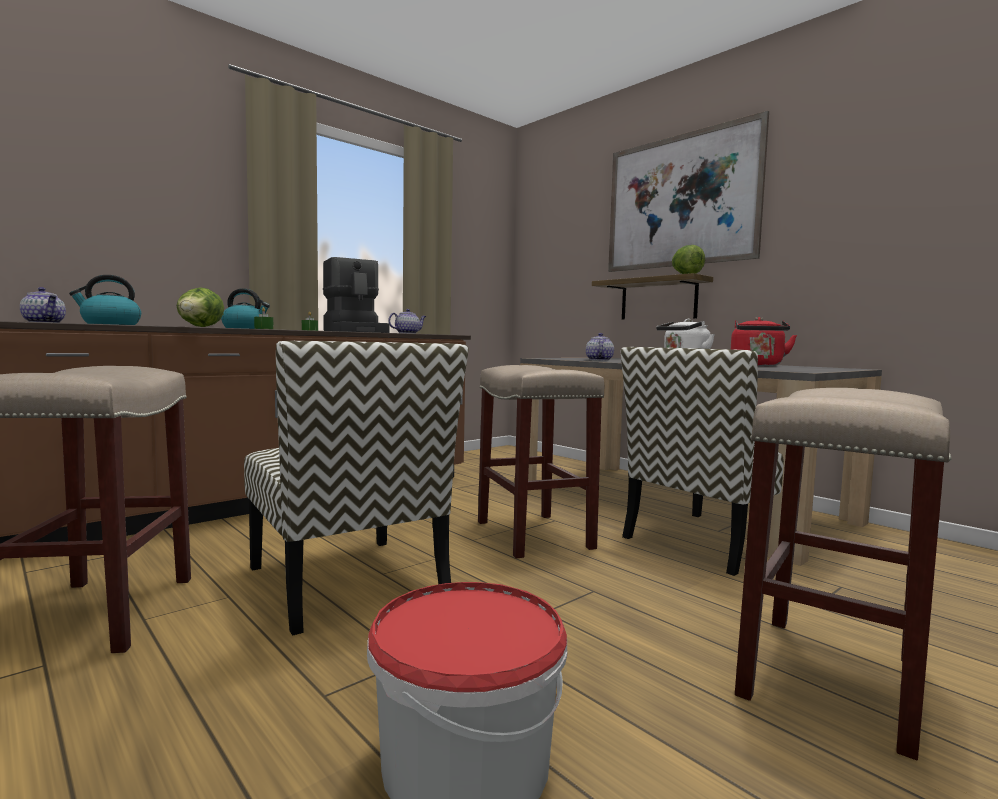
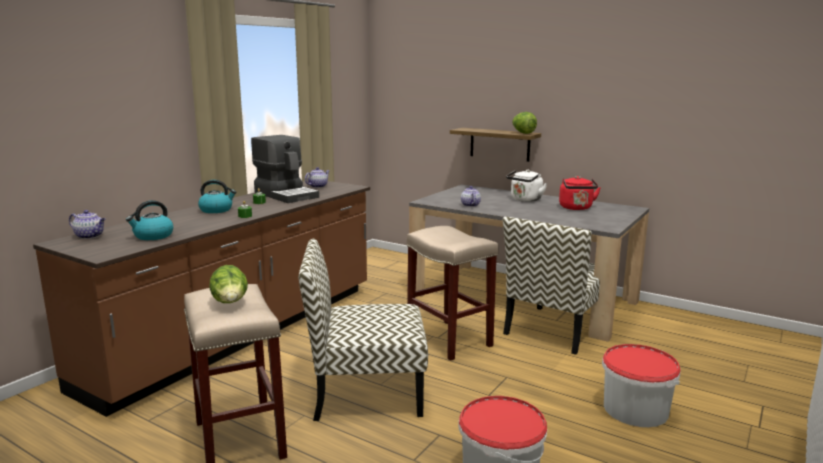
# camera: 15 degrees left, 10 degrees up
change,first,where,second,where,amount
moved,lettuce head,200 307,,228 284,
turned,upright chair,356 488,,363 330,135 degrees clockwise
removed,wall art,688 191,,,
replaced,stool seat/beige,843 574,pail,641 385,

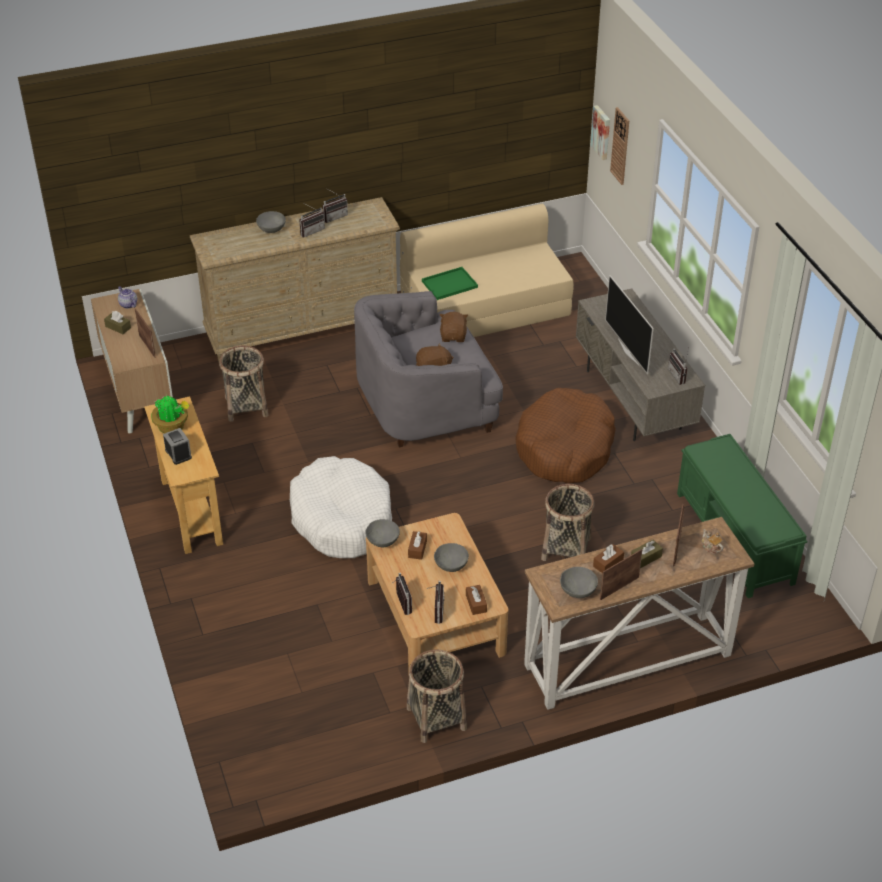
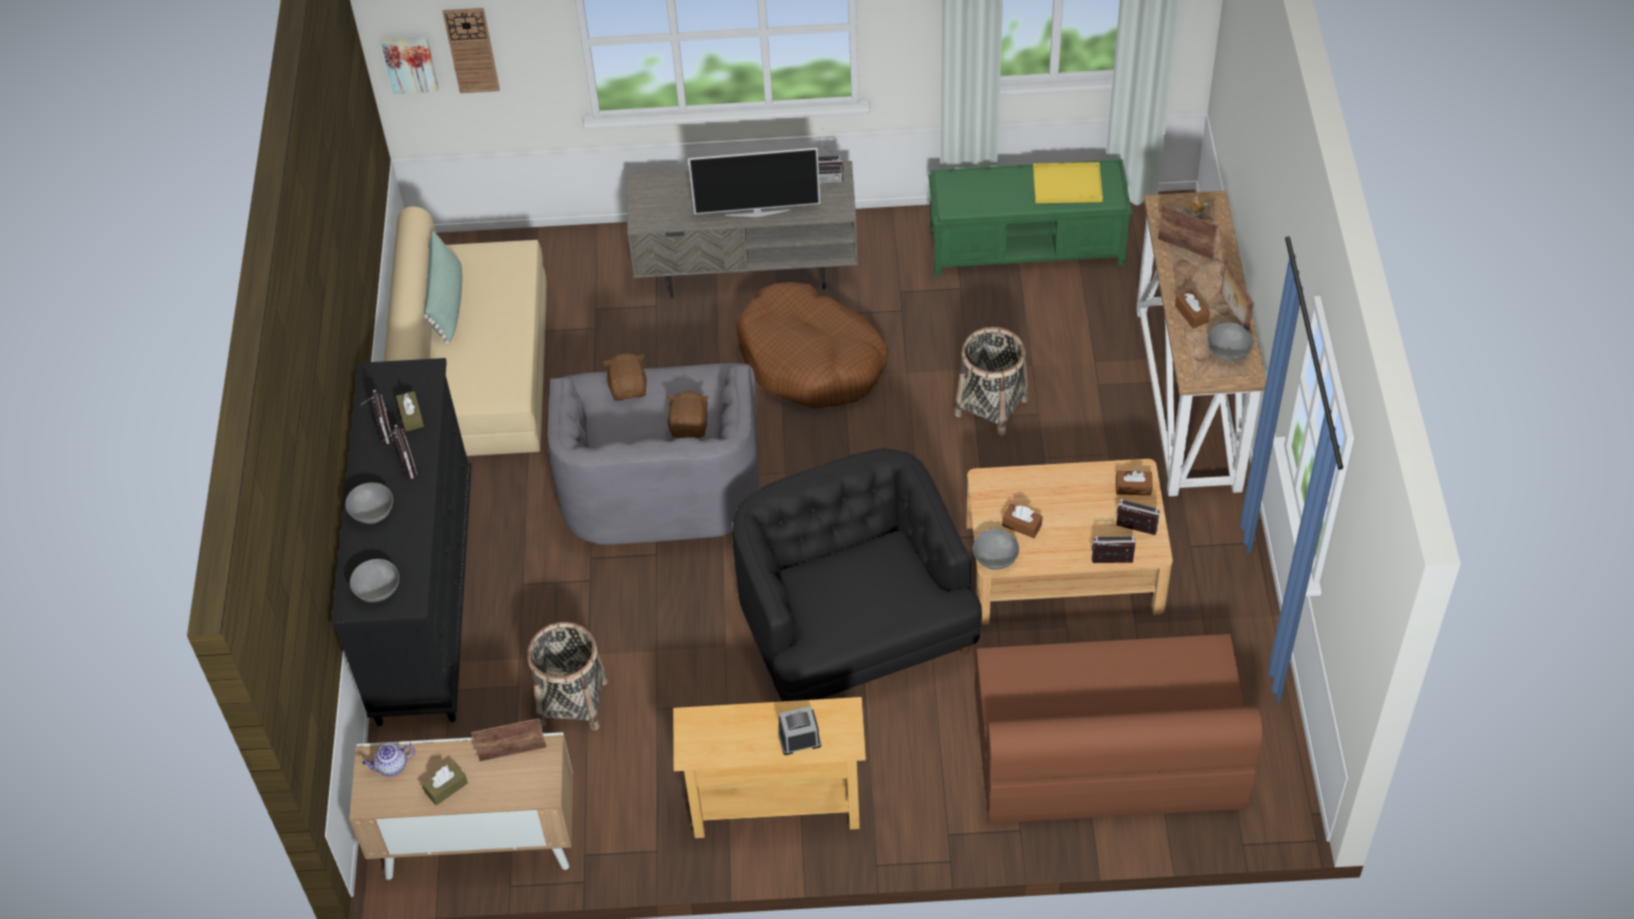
# camera: 70 degrees left, 10 degrees up
change,first,where,second,where,amount
removed,houseplant,170 414,,,
recoloured,dresser/beige,295 279,dresser/black-coloured,402 542,
replaced,dog bed/whitish,341 507,easy chair/black-coloured,857 574,
removed,basket,437 696,,,
removed,carrying tray/green,450 283,,,
moved,deep dish/grey,451 557,,374 580,
turned,cuddly toy/brown,454 327,,625 377,60 degrees clockwise
moved,box of tissues/brown,647 554,,410 411,
added,,,cushion/green,443 288,
added,,,settee/brown,1119 728,
added,,,carrying tray/yellow-coloured,1068 182,

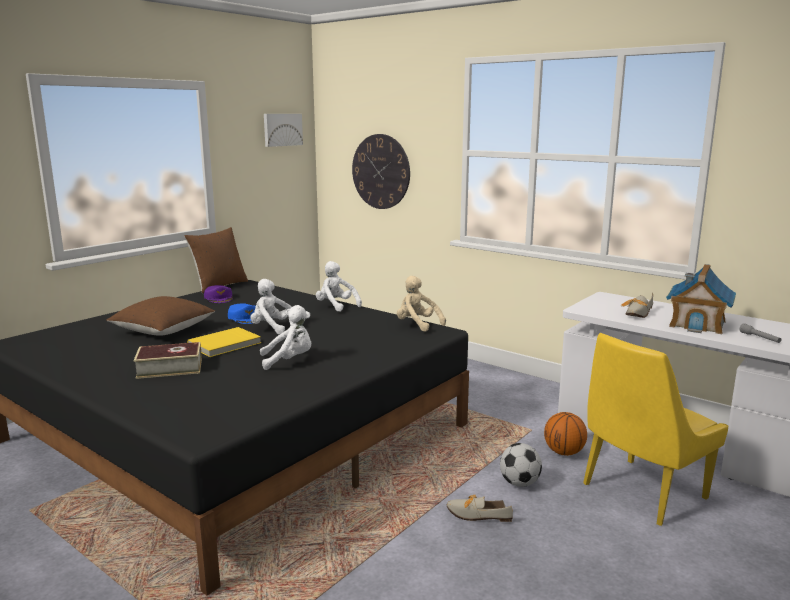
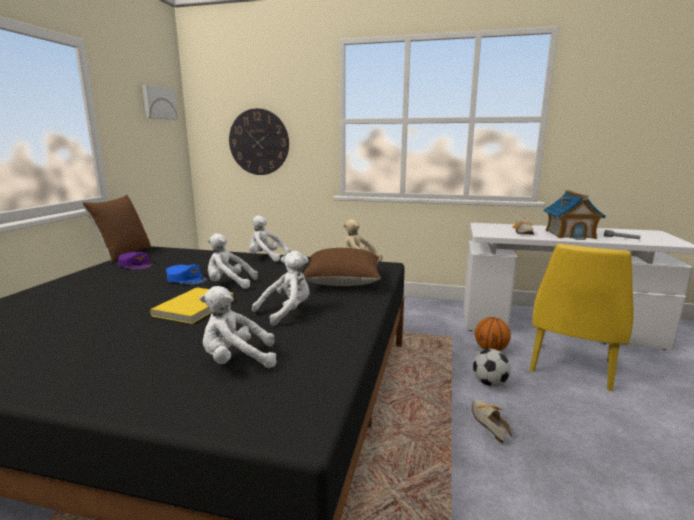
# camera: 25 degrees left, 0 degrees up
change,first,where,second,where,amount
moved,cushion/brown,160 316,,342 267,
removed,bound book,168 360,,,
turned,shoe,480 508,,492 421,90 degrees clockwise
added,,,cuddly toy/whitish,238 327,

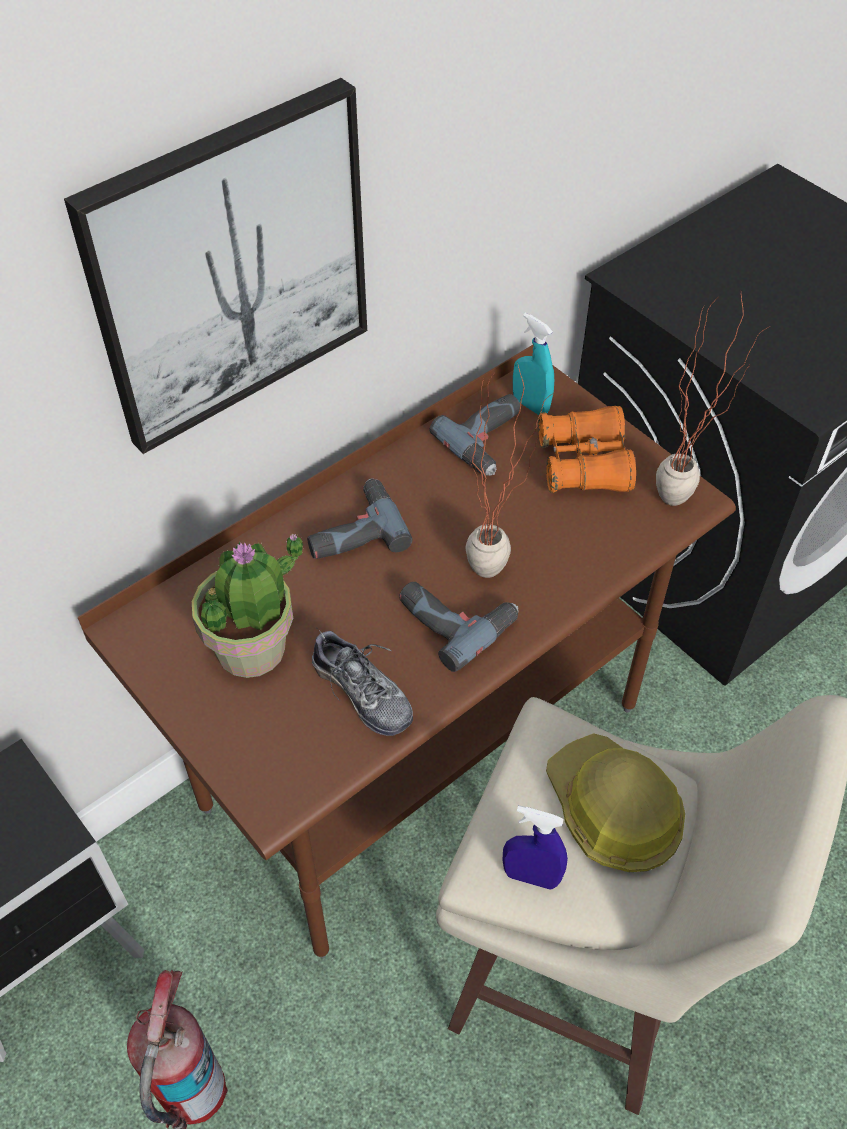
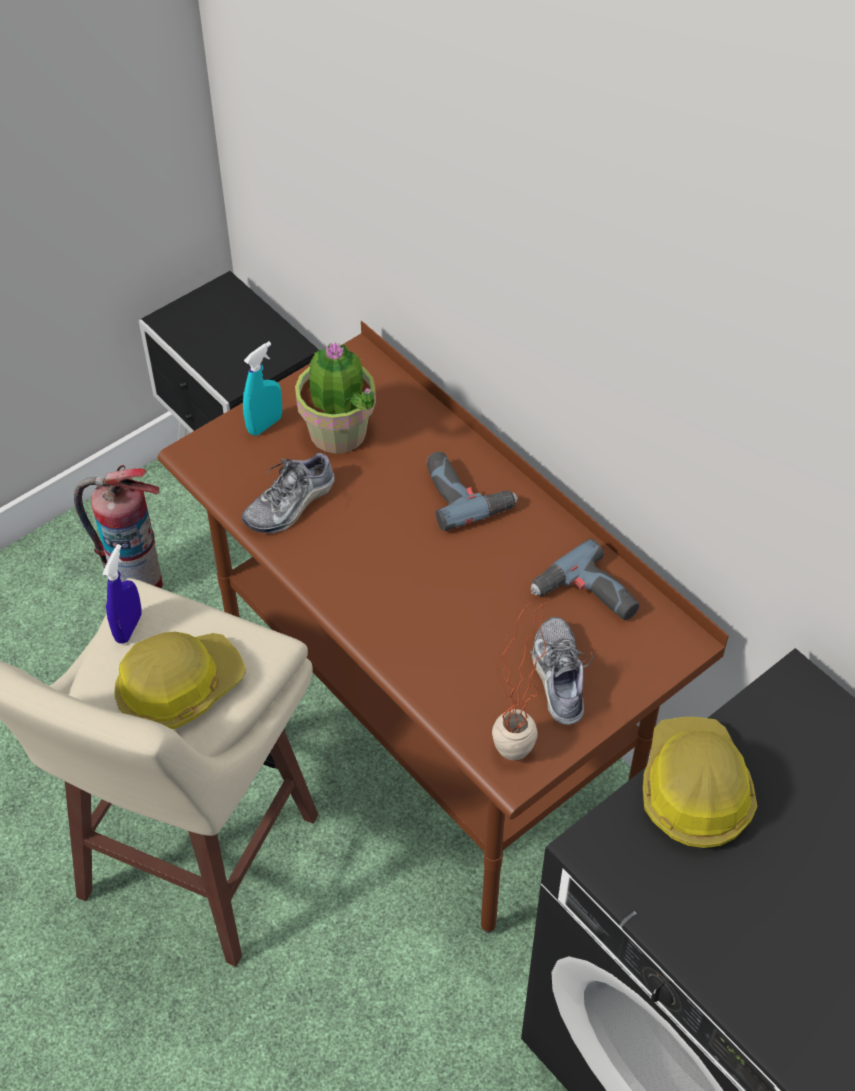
# camera: 90 degrees right, 0 degrees up
change,first,where,second,where,amount
removed,wall art,215 266,,,
removed,electric drill,459 627,,,
removed,houseplant,510 471,,,
moved,sprayer/blue-green,533 364,,262 388,
replaced,field glasses/orange-coloured,587 449,shoe,561 671,
added,,,work helmet,700 782,

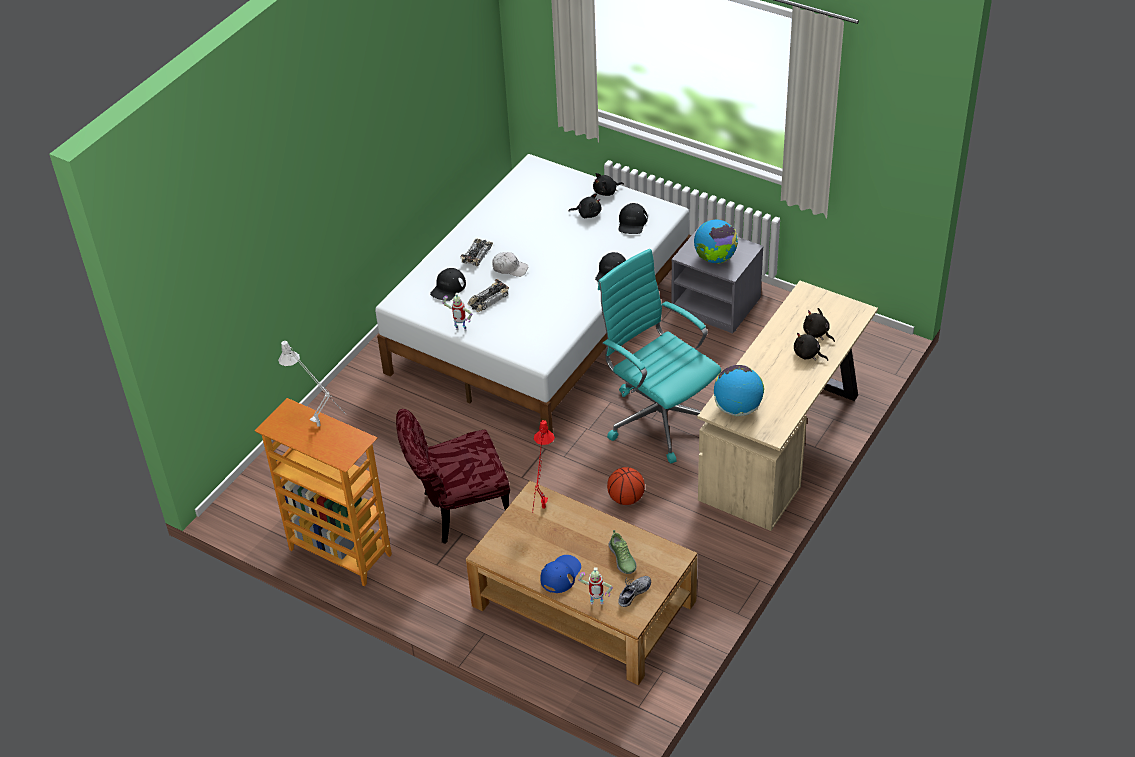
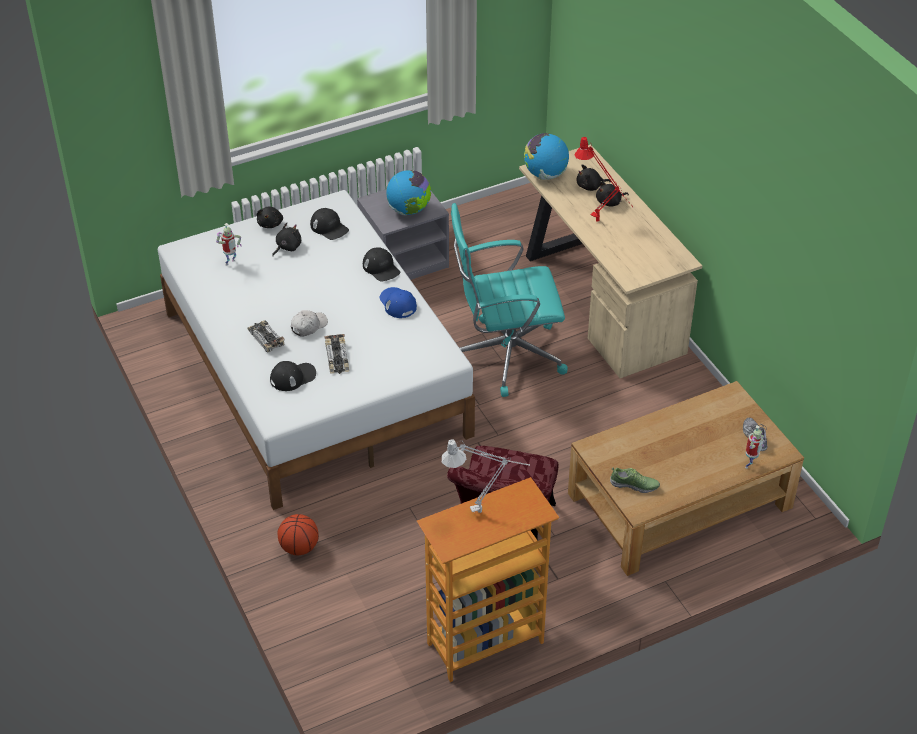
# camera: 60 degrees left, 0 degrees up
change,first,where,second,where,amount
turned,peaked cap/black-coloured,448 284,,293 376,90 degrees counterclockwise
moved,model robot,457 312,,229 244,
moved,table lamp/reddish,543 466,,603 179,
moved,peaked cap/bluish,560 574,,398 302,
moved,basketball ball,626 486,,298 535,
moved,shoe,622 552,,635 480,
moved,globe,739 390,,546 156,

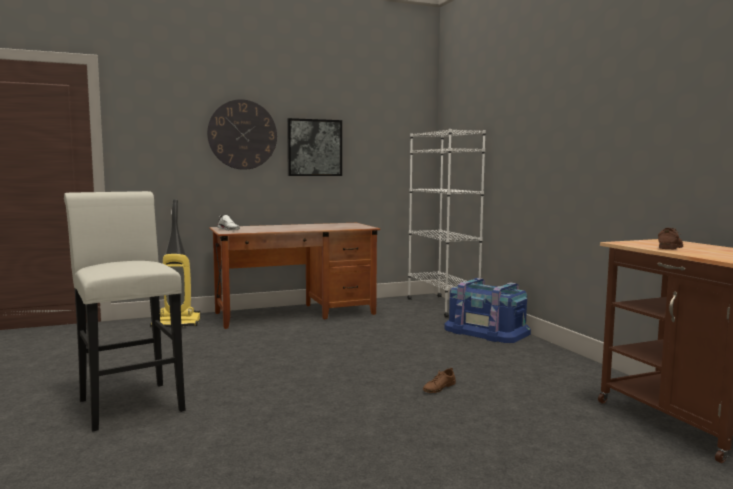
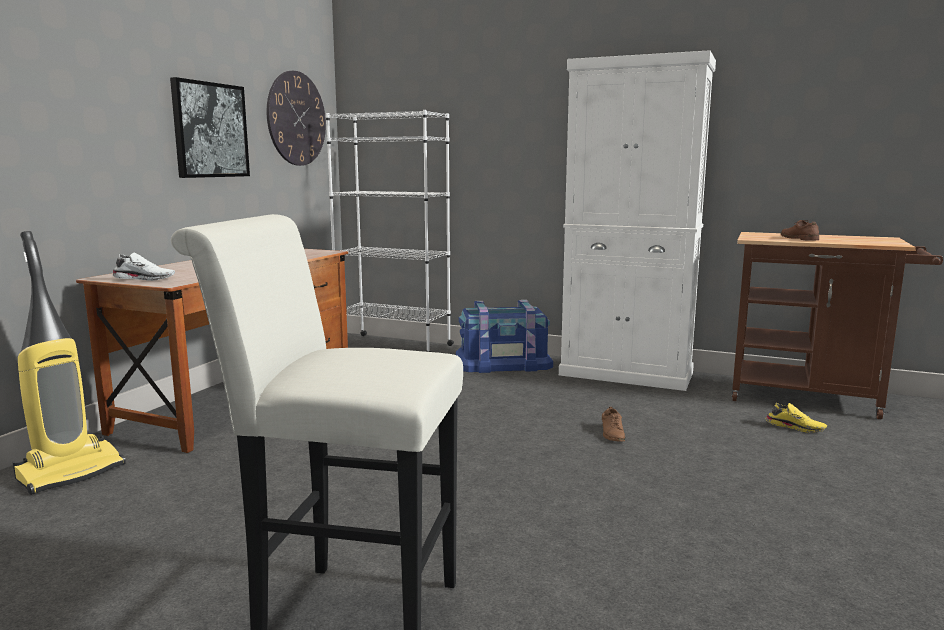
# camera: 45 degrees left, 5 degrees up
change,first,where,second,where,amount
moved,hanging clock,242 134,,296 118,
added,,,cabinet/whitish,637 220,
added,,,shoe/yellow-coloured,796 418,

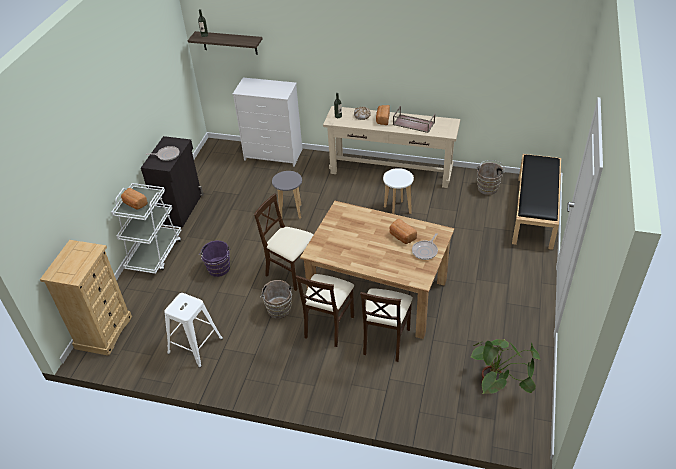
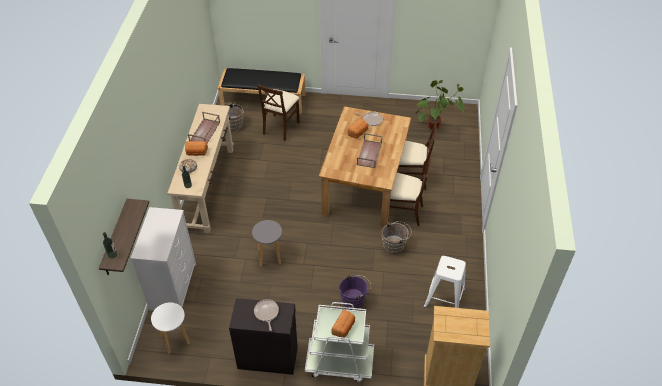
# camera: 100 degrees left, 5 degrees up
change,first,where,second,where,amount
moved,upright chair/beige,284 242,,278 112,
moved,stool seat/whitish,398 191,,170 328,
added,,,carrying tray/brown,369 150,

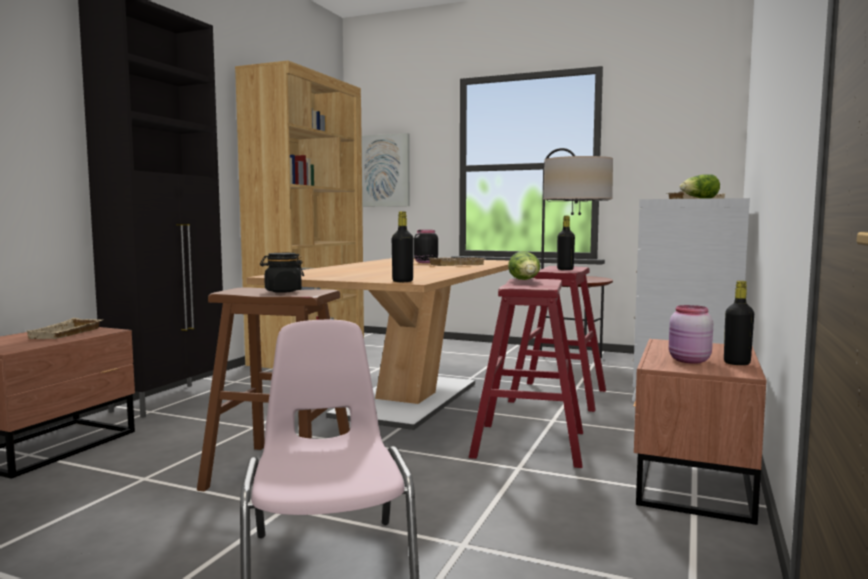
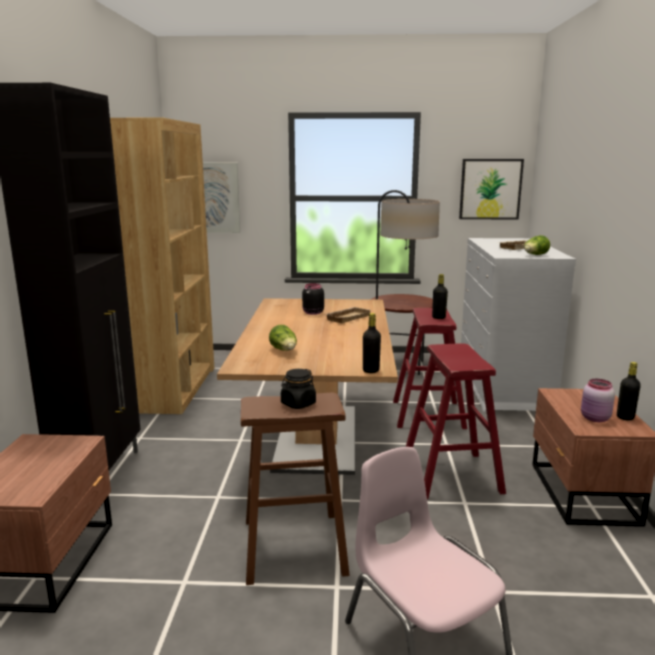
# camera: 20 degrees left, 10 degrees up
change,first,where,second,where,amount
removed,carrying tray/beige,64 328,,,
moved,lettuce head,524 265,,283 338,
added,,,wall art,491 189,

